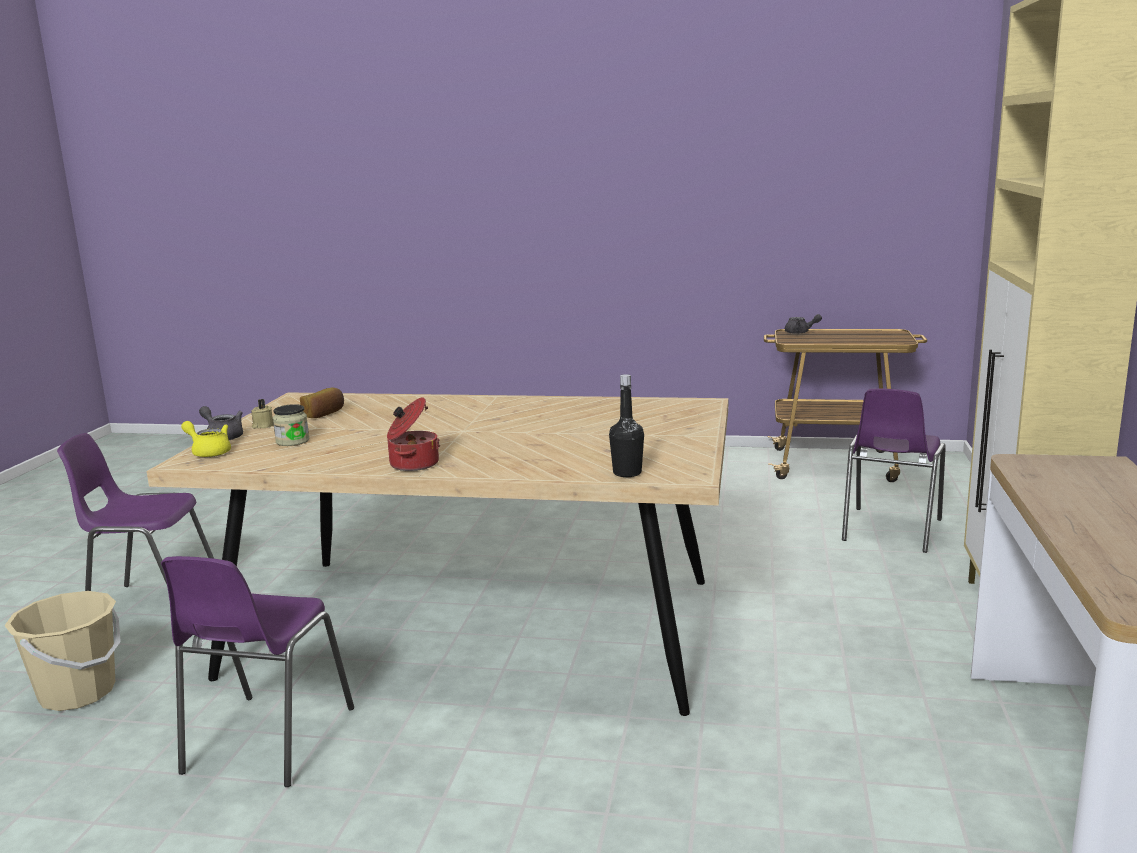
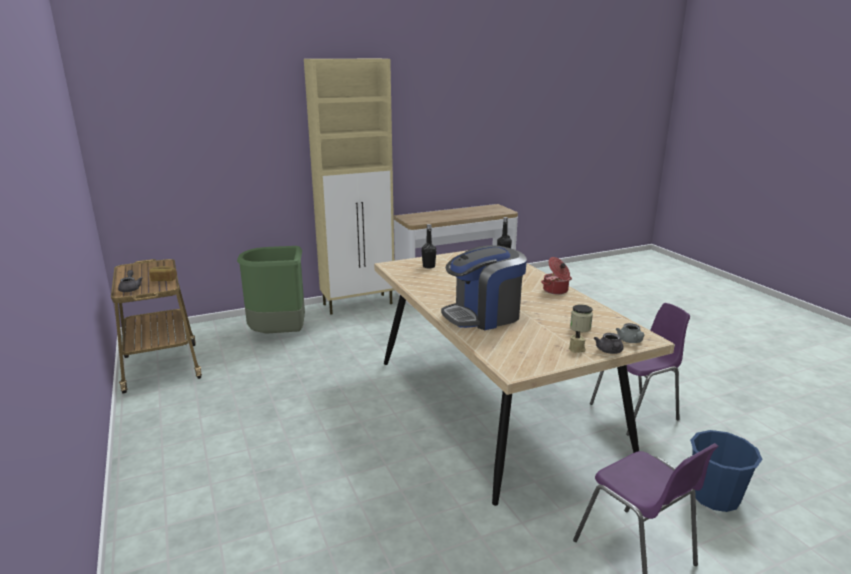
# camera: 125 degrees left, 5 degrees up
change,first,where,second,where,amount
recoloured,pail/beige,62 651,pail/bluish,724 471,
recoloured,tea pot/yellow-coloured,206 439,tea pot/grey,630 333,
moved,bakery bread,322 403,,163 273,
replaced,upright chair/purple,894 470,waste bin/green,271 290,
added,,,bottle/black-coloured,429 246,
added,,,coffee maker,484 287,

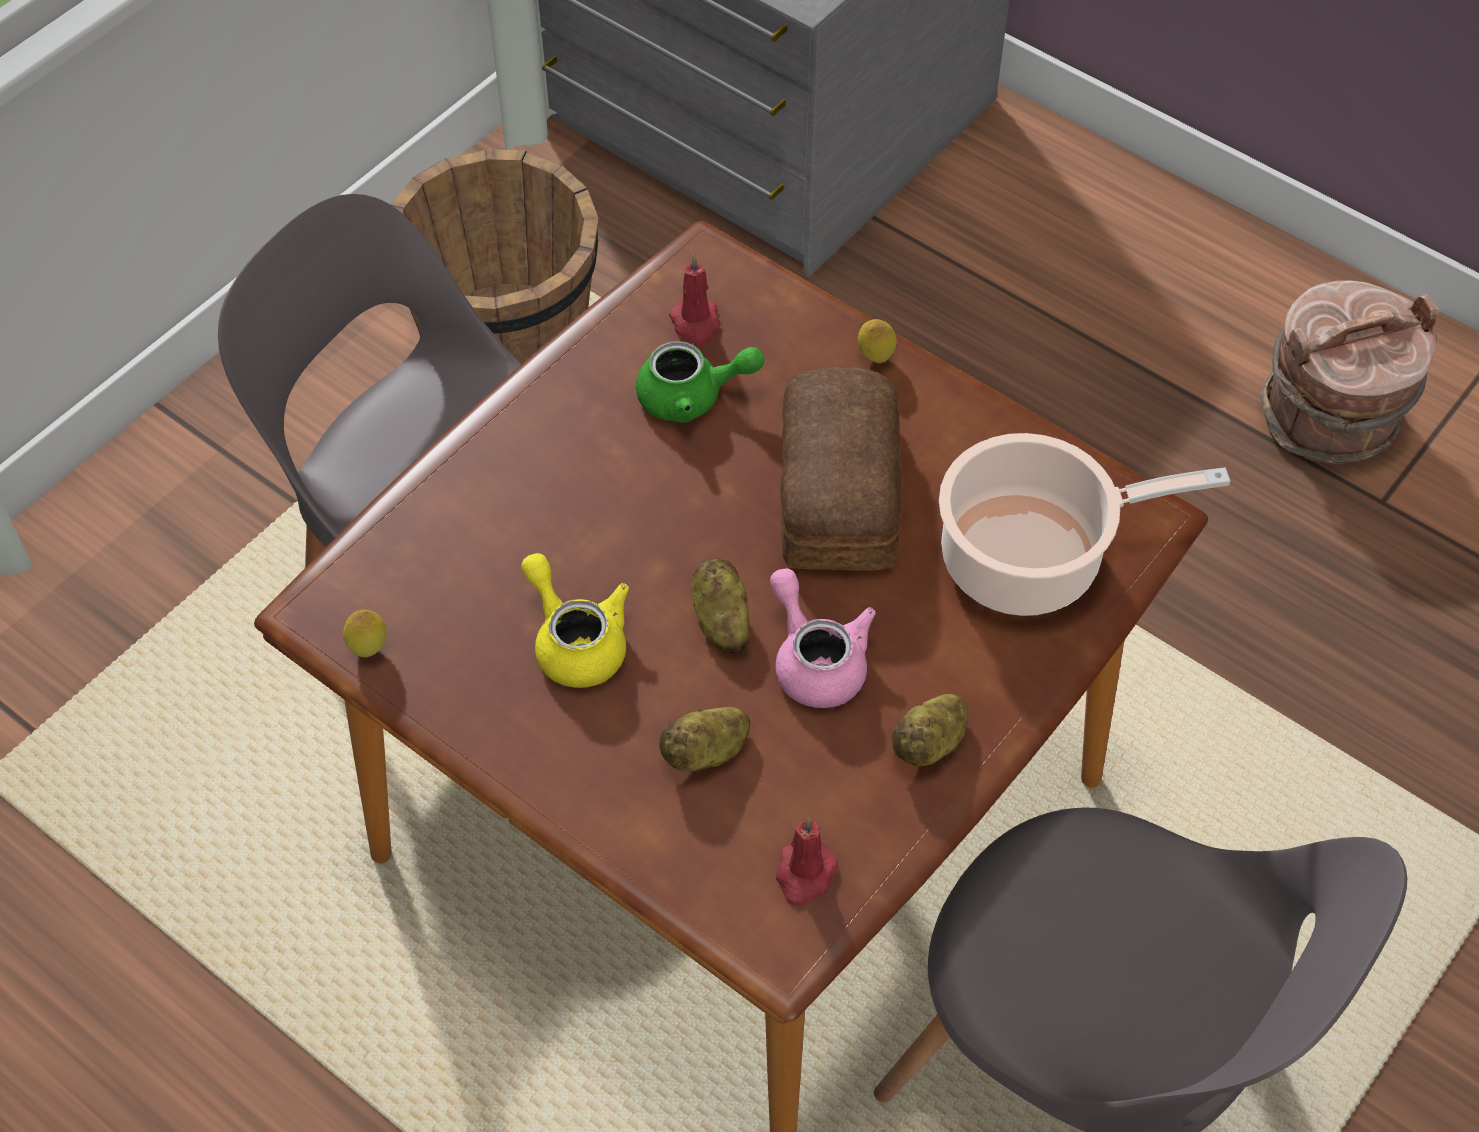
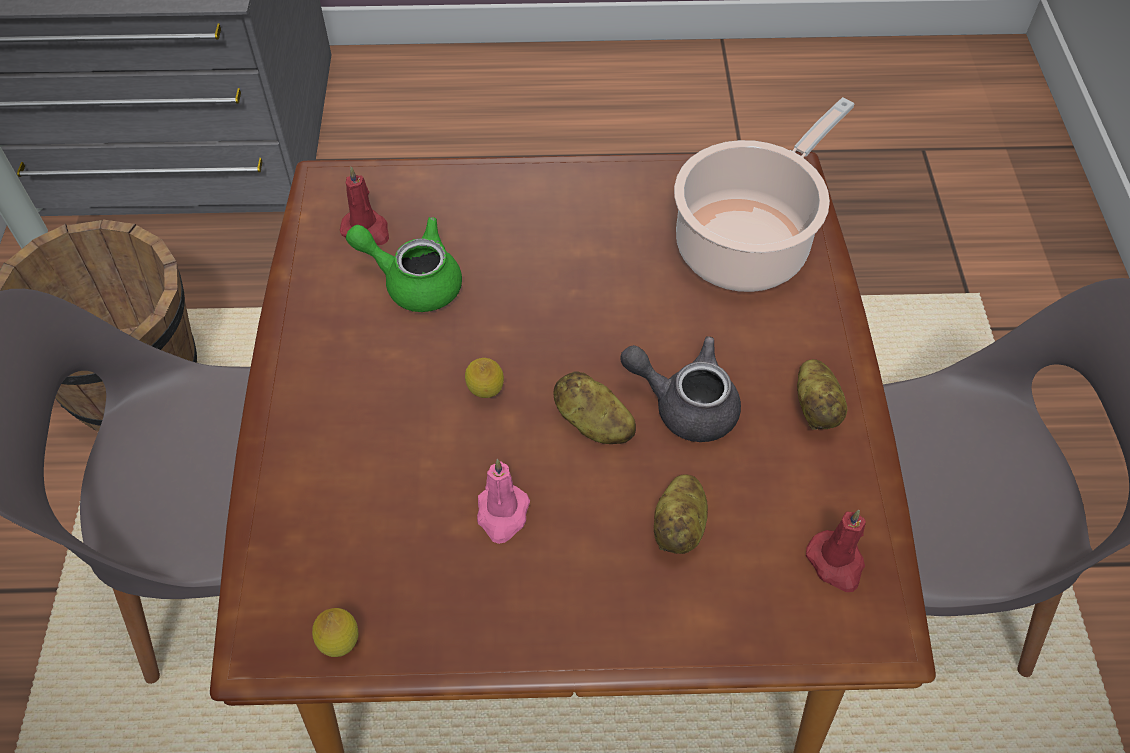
# camera: 40 degrees left, 0 degrees up
change,first,where,second,where,amount
replaced,tea pot/yellow-coloured,575 620,candle/pink,503 501,
turned,tea pot/green,700 382,,404 264,120 degrees counterclockwise
recoloured,tea pot/pink,823 638,tea pot/grey,680 389,
removed,bakery bread,841 469,,,
moved,citrus fruit,877 341,,484 378,
removed,pail/brown,1349 372,,,

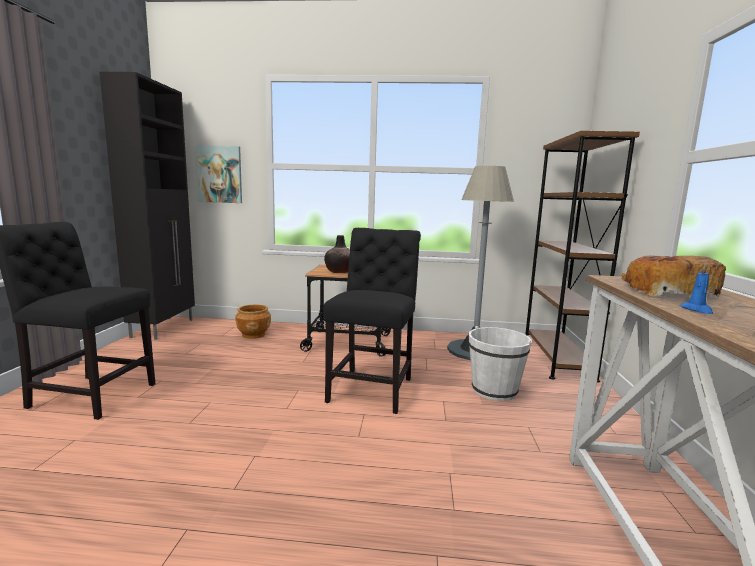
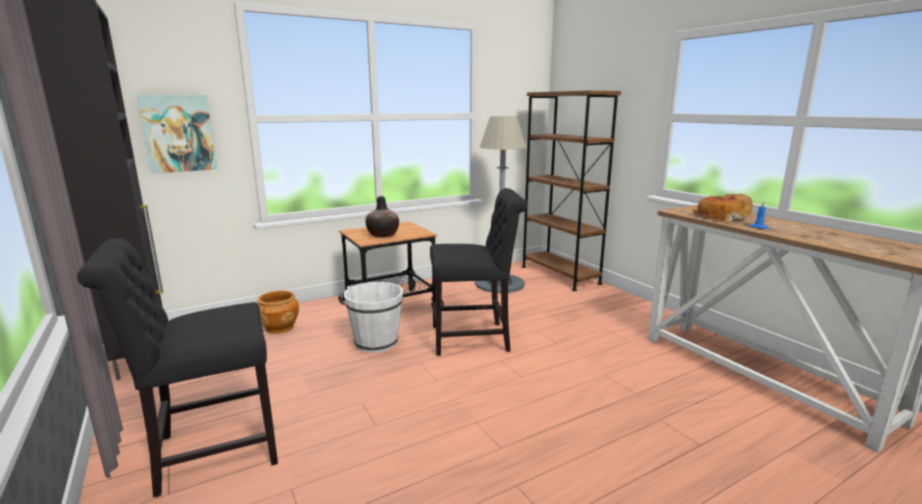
# camera: 35 degrees left, 5 degrees up
change,first,where,second,where,amount
turned,upright chair/black-coloured,372 321,,479 272,105 degrees clockwise
moved,pail/whitish,500 363,,373 317,

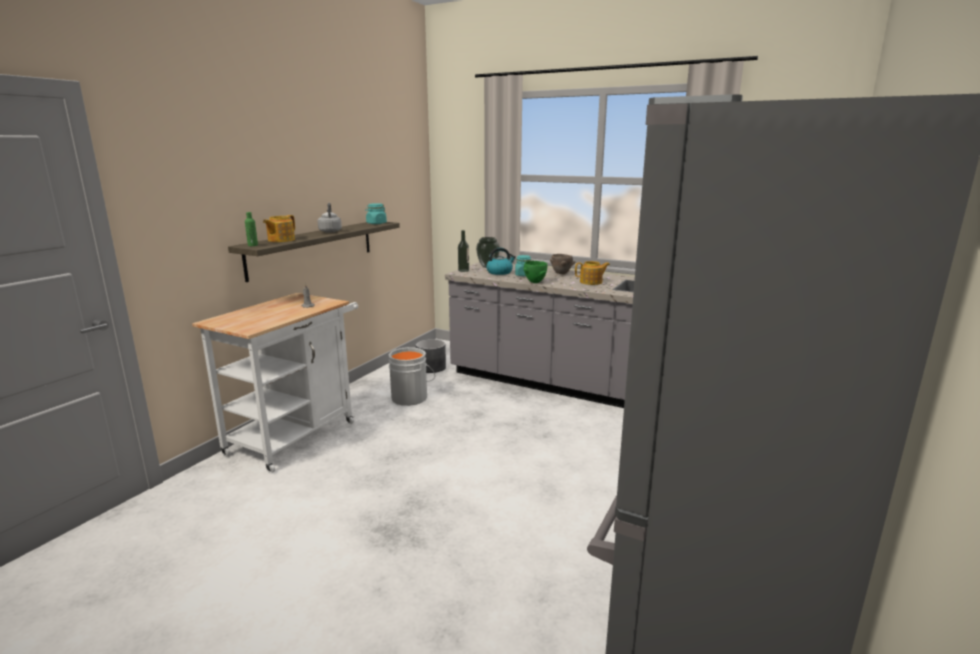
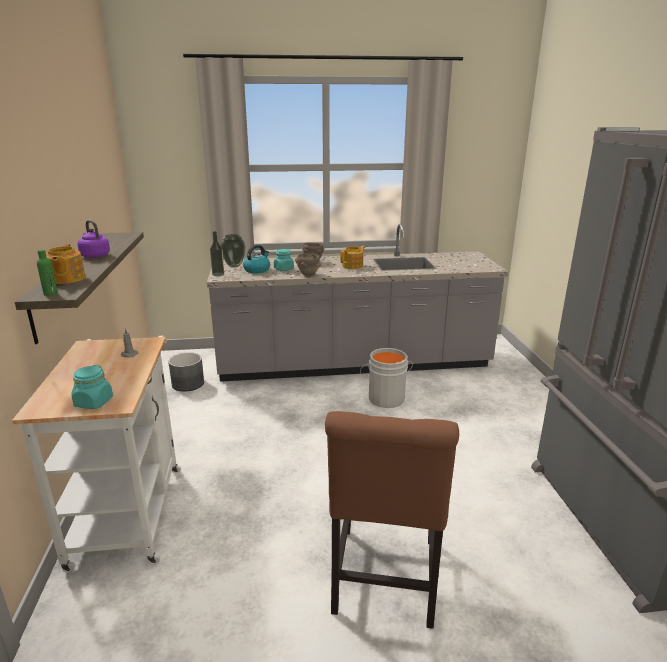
# camera: 35 degrees left, 5 degrees up
change,first,where,second,where,amount
recoloured,water kettle/grey,330 218,water kettle/purple,93 239,
moved,jar/blue-green,376 213,,92 387,
moved,pail/grey,411 376,,386 378,
recoloured,deep dish/green,535 272,deep dish/brown,308 264,
added,,,upright chair/brown,392 520,

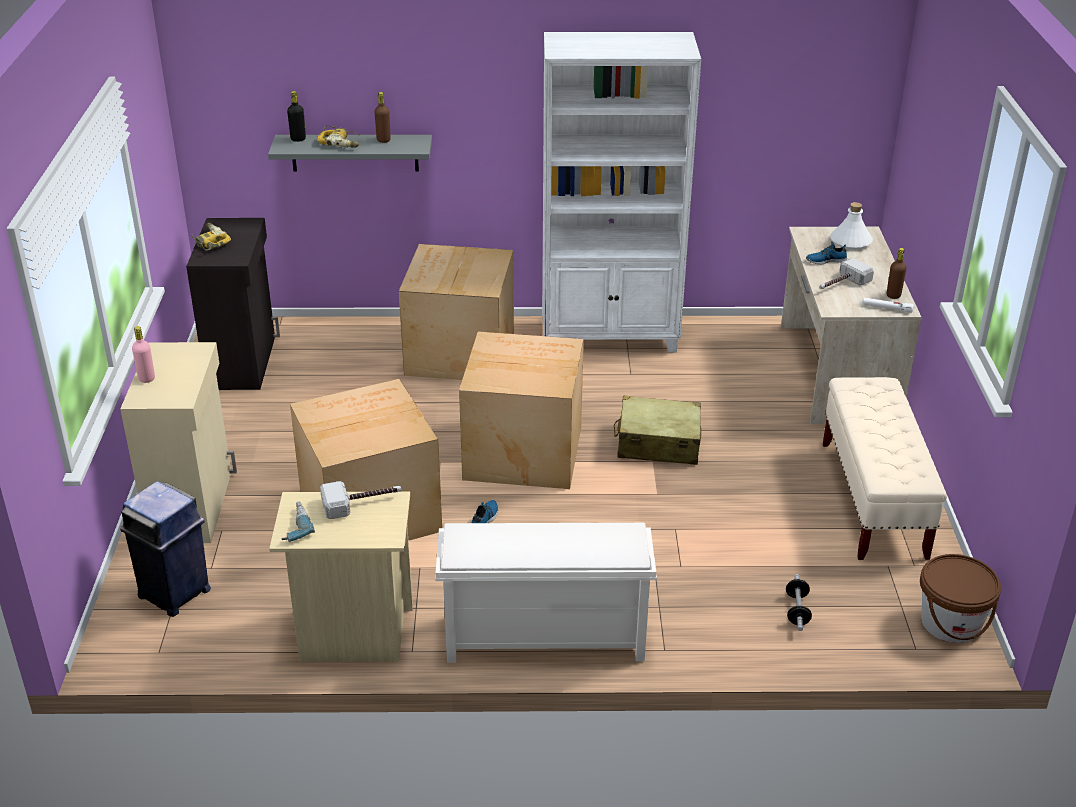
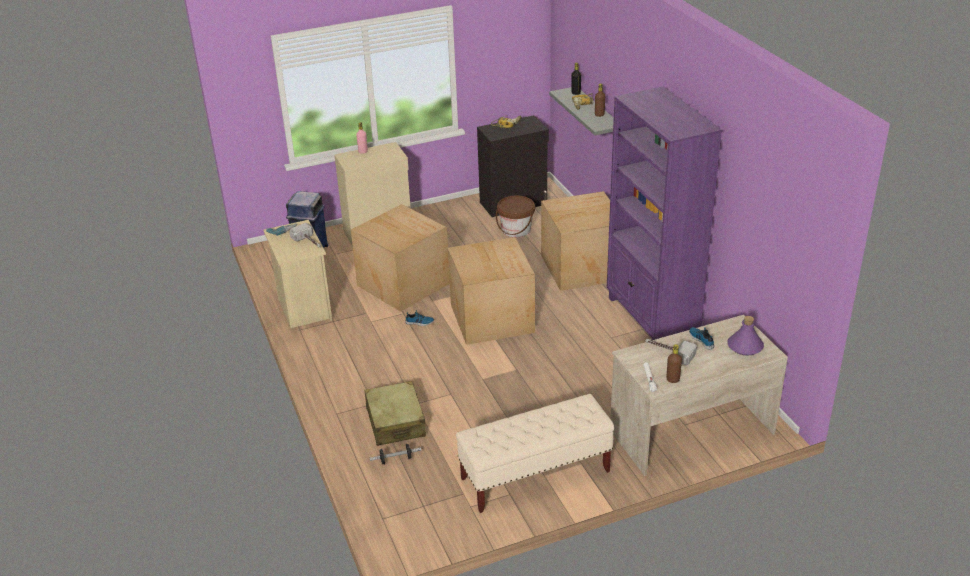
# camera: 70 degrees right, 0 degrees up
change,first,where,second,where,amount
removed,shoe stand/whitish,546 593,,,
recoloured,shelving unit/whitish,621 192,shelving unit/purple,664 213,
moved,suitcase/beige,657 430,,395 413,
recoloured,bottle/whitish,851 226,bottle/purple,745 336,
moved,pail/brown,960 598,,515 216,

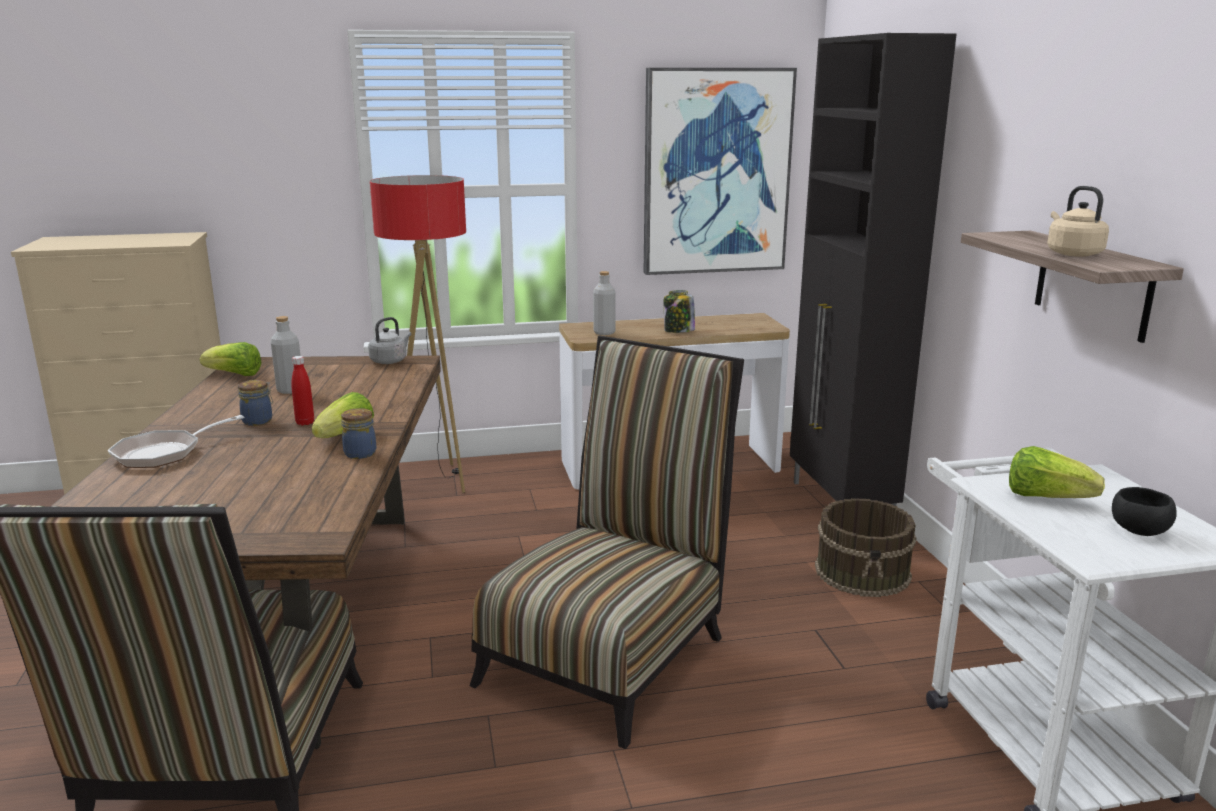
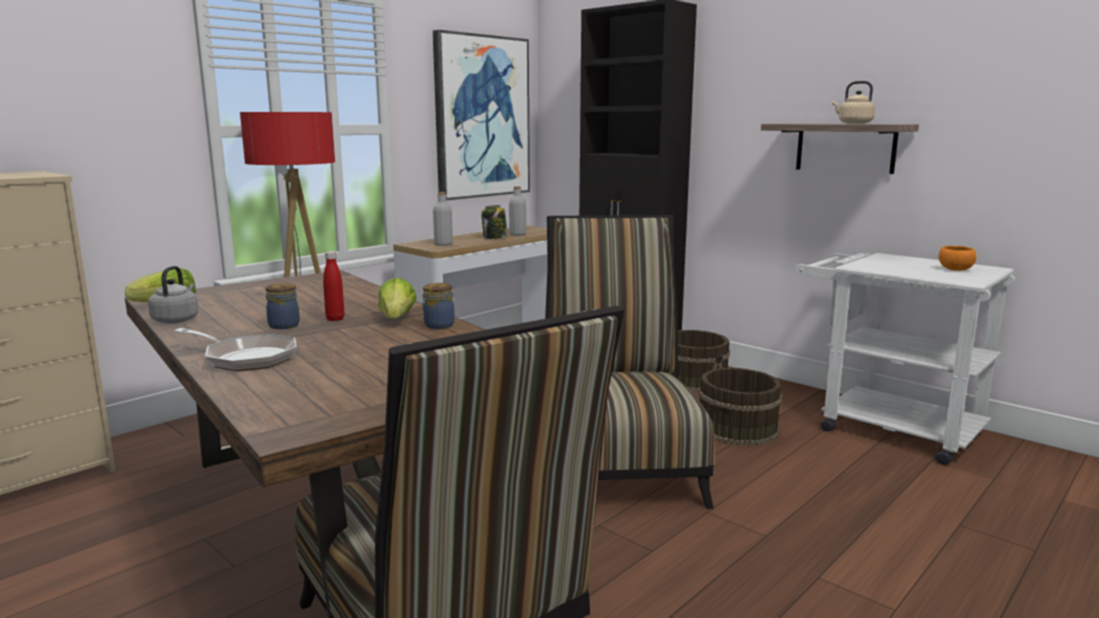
# camera: 35 degrees left, 5 degrees down
change,first,where,second,where,amount
turned,pan,176 441,,235 349,75 degrees counterclockwise
moved,bottle/grey,286 355,,517 211,
moved,water kettle/grey,389 340,,173 294,
removed,lettuce head,1057 472,,,
recoloured,deep dish/black-coloured,1144 511,deep dish/orange-coloured,957 258,
added,,,pail/brown,740 407,

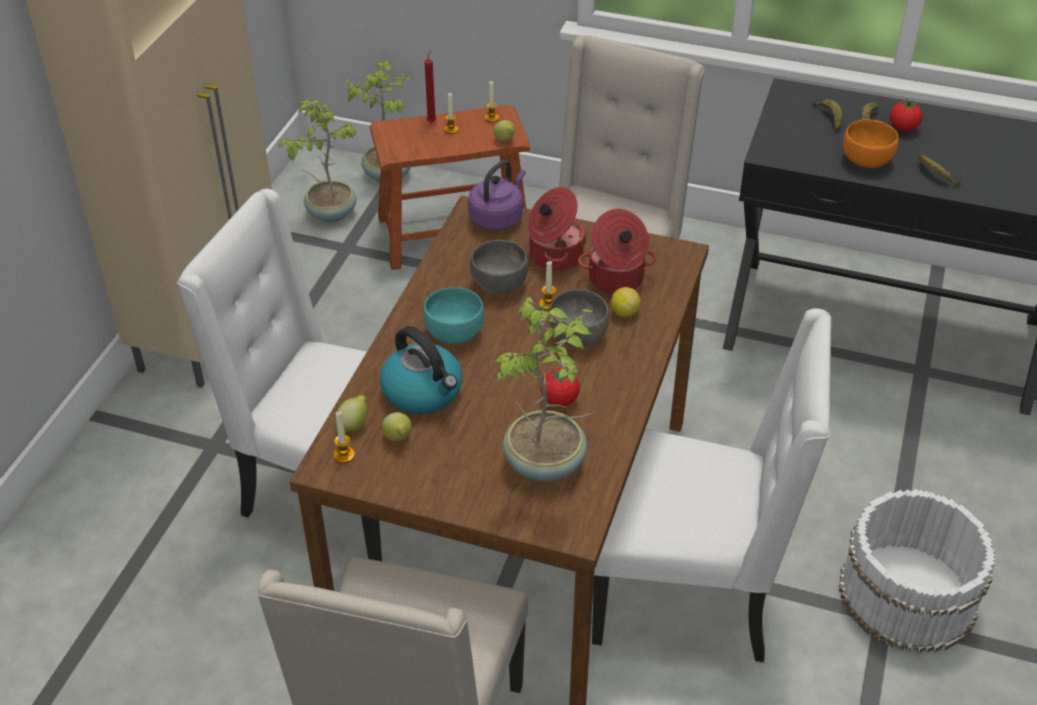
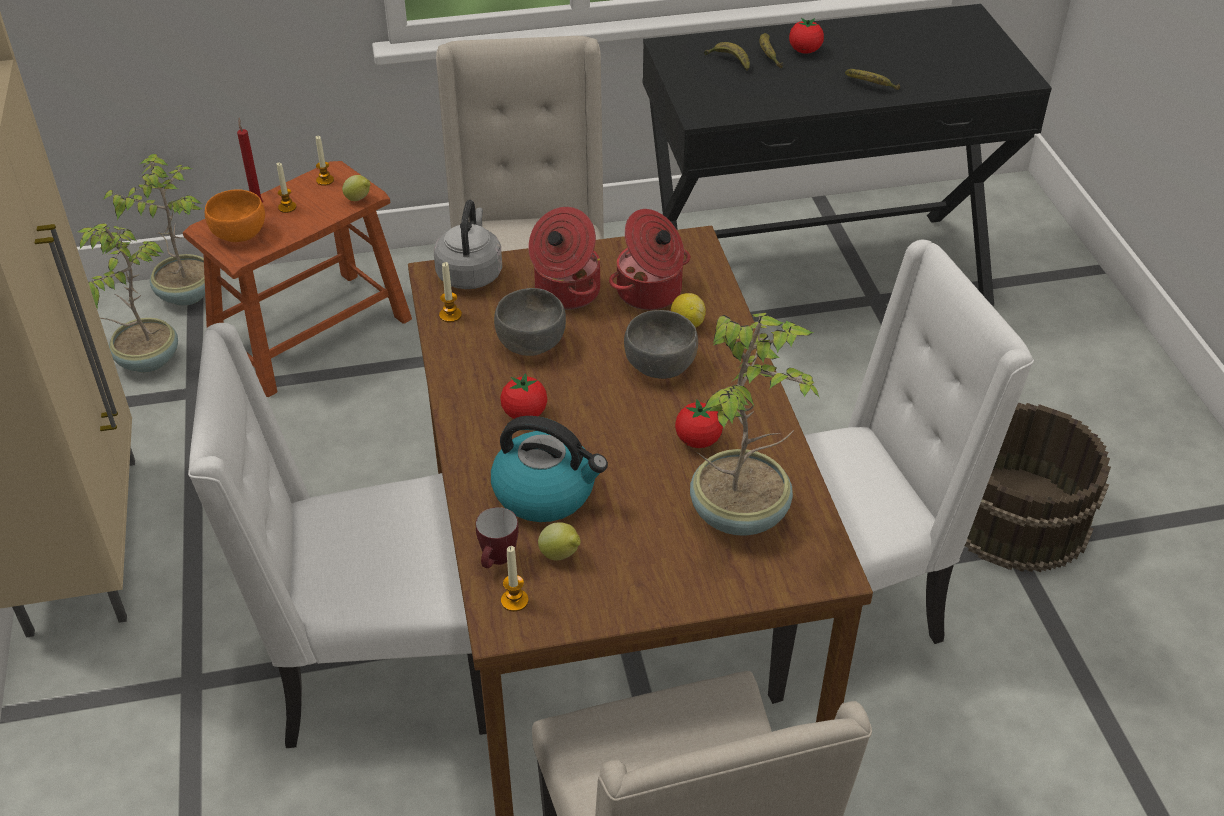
# camera: 30 degrees left, 0 degrees up
change,first,where,second,where,amount
replaced,citrus fruit,352 414,mug,497 537,
replaced,deep dish/blue-green,453 315,fresh tomato,523 396,
recoloured,water kettle/purple,497 195,water kettle/grey,468 244,
moved,candle,547 286,,450 292,
recoloured,pail/whitish,917 571,pail/brown,1038 487,
moved,deep dish/orange-coloured,871 143,,235 215,

